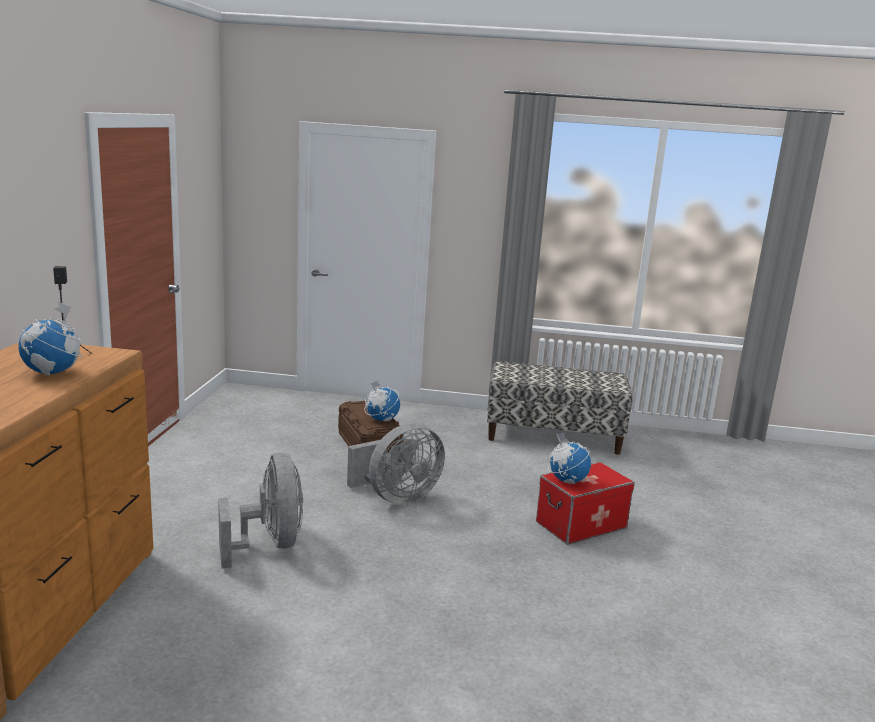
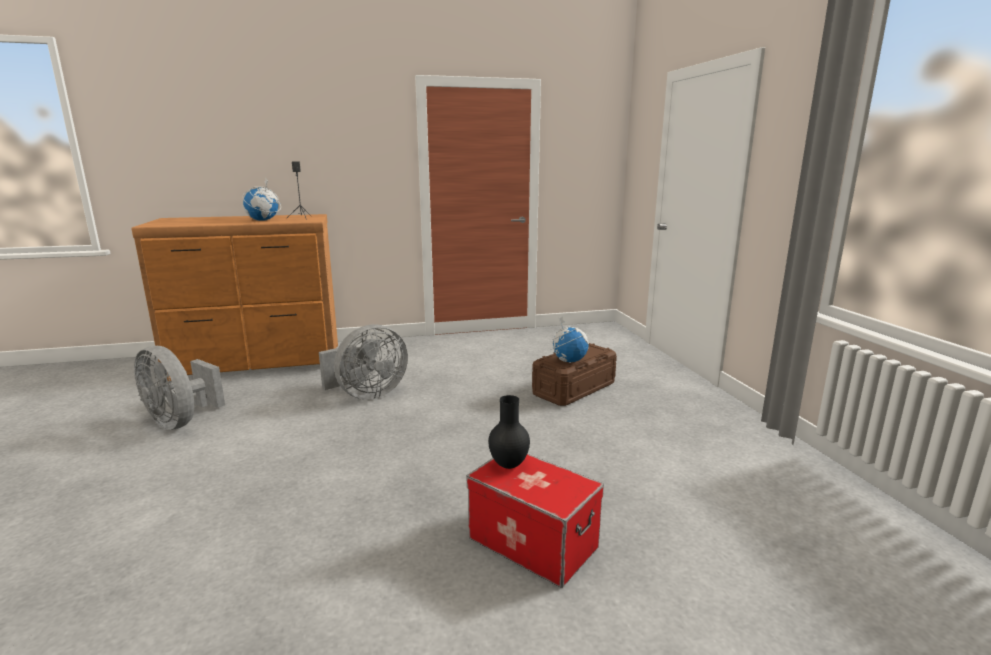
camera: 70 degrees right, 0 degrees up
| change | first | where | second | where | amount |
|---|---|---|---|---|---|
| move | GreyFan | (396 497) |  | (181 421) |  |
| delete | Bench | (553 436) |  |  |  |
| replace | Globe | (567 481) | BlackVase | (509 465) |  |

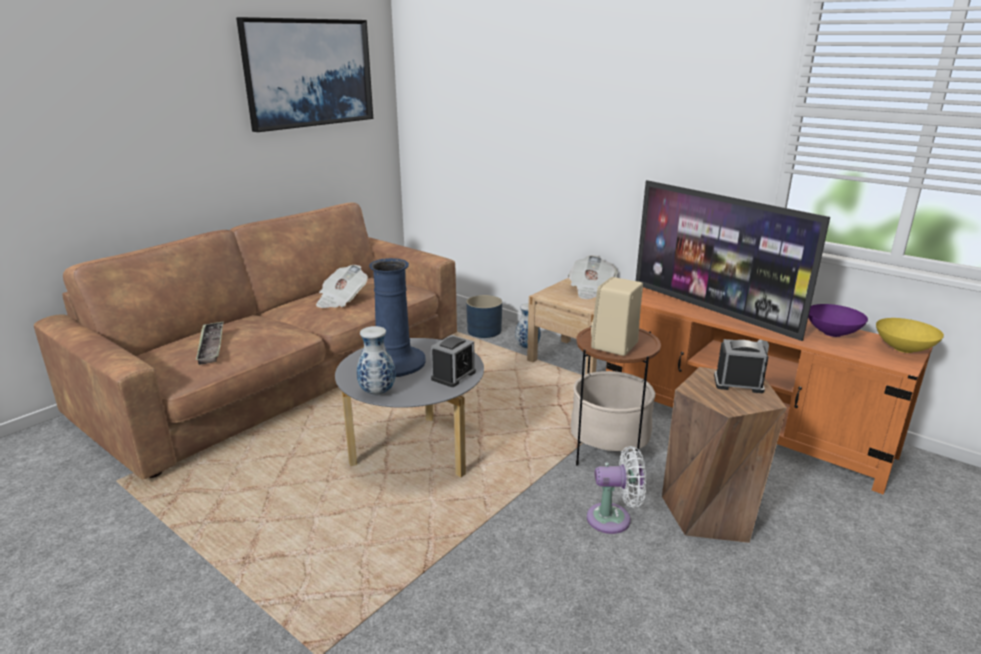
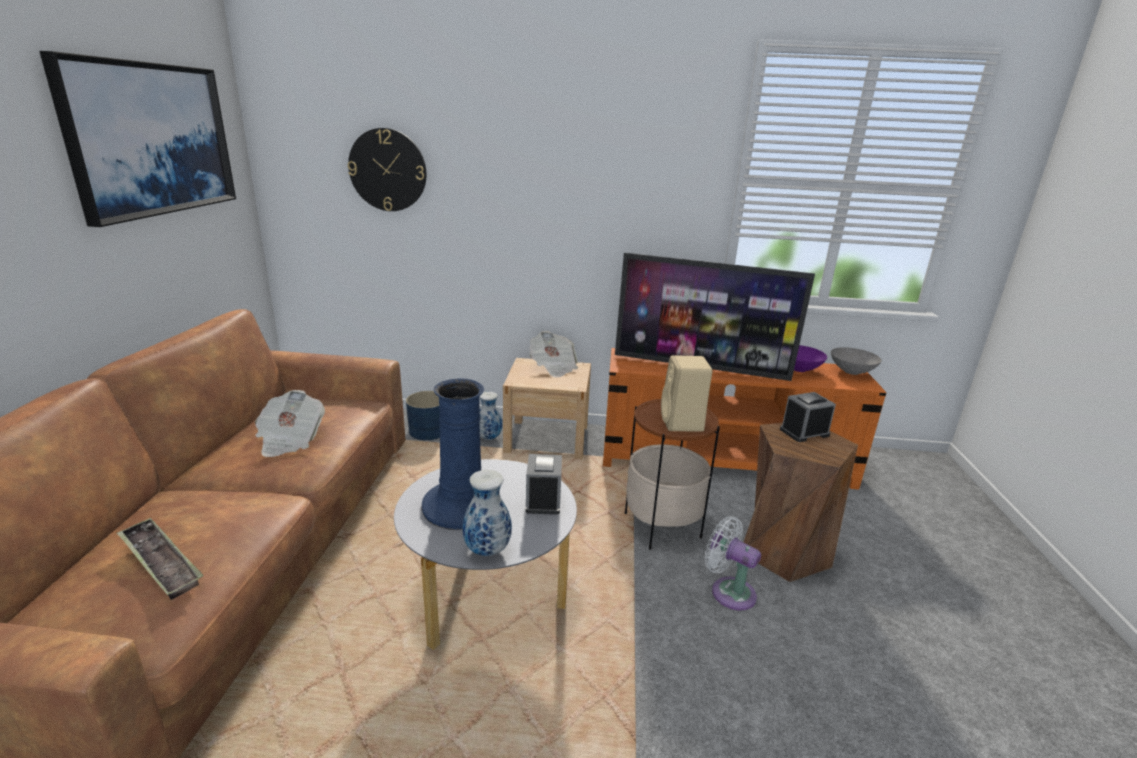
camera: 35 degrees left, 0 degrees up
| change | first | where | second | where | amount |
|---|---|---|---|---|---|
| rotate | WhiteFan | (614 519) |  | (729 591) | 105 degrees counterclockwise |
| recolor | YellowBowl | (904 349) | GreyBowl | (852 371) |  |
| insert |  |  | WallClock | (388 170) |  |

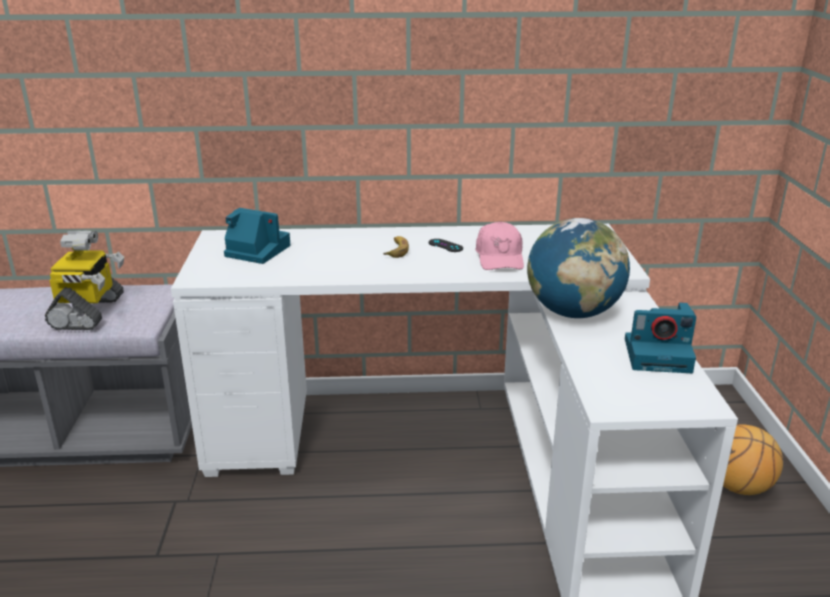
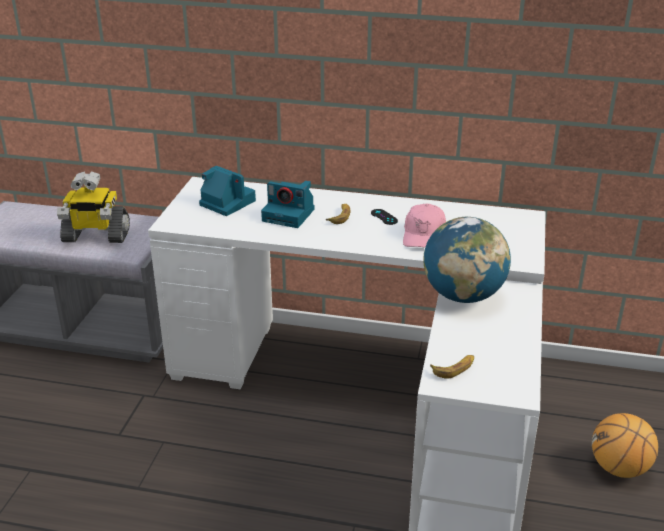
camera: 15 degrees right, 5 degrees up
| change | first | where | second | where | amount |
|---|---|---|---|---|---|
| rotate | ToyRobot | (89 312) |  | (95 236) | 75 degrees clockwise |
| move | PhotoCamera | (659 355) |  | (290 215) |  |
| insert |  |  | Banana | (454 368) |  |

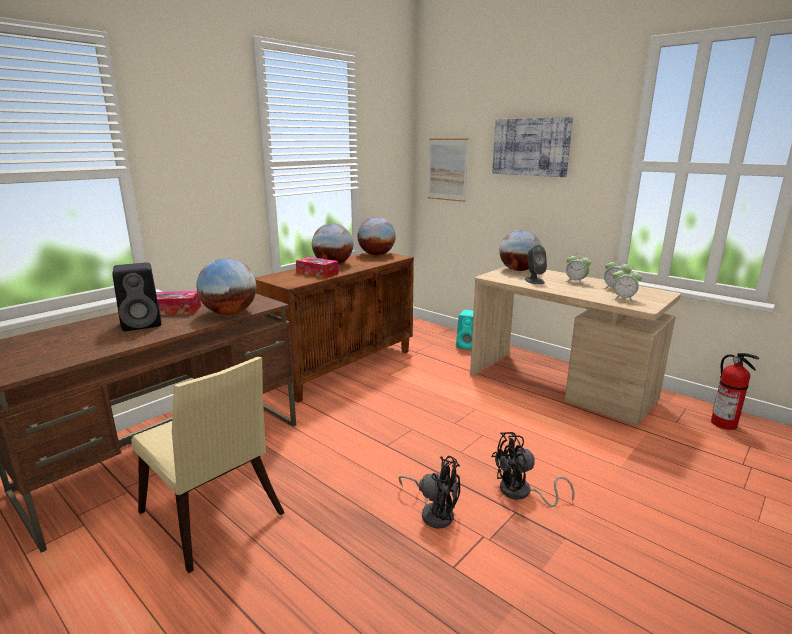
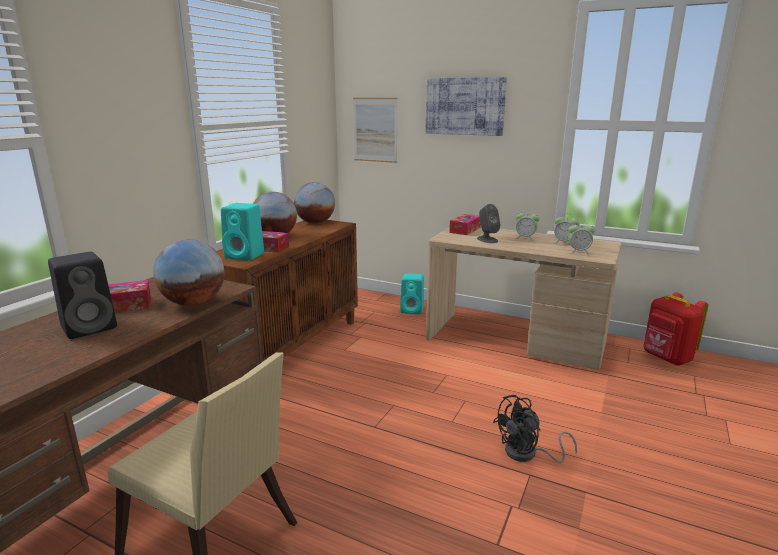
camera: 15 degrees left, 0 degrees up
| change | first | where | second | where | amount |
|---|---|---|---|---|---|
| delete | BlackFan | (434 512) |  |  |  |
| replace | Globe | (518 270) | TissueBox | (465 230) |  |
| replace | FireExtinguisher | (724 424) | RedBackpack | (666 358) |  |
| insert |  |  | TurquoiseSpeaker | (246 256) |  |

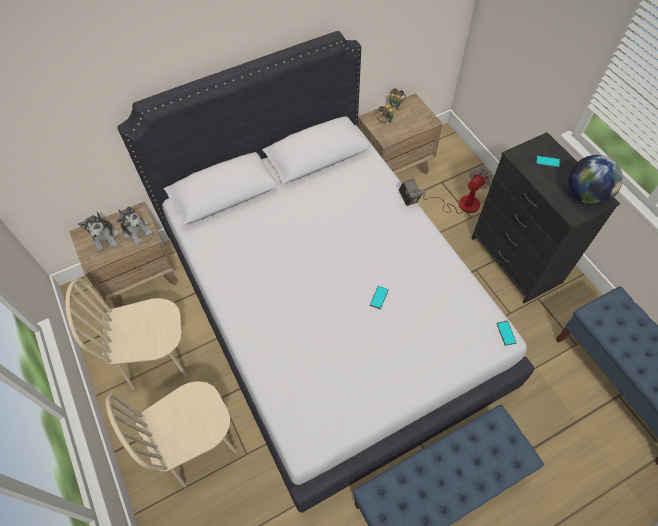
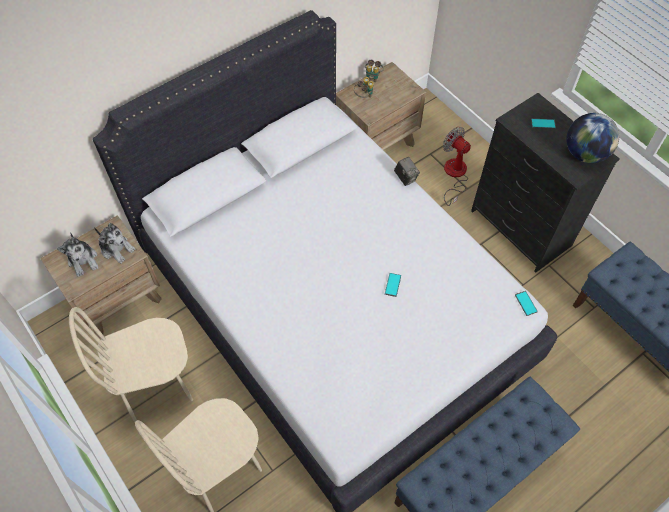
camera: 10 degrees left, 0 degrees up
| change | first | where | second | where | amount |
|---|---|---|---|---|---|
| rotate | Fan | (460 204) |  | (454 175) | 75 degrees counterclockwise |

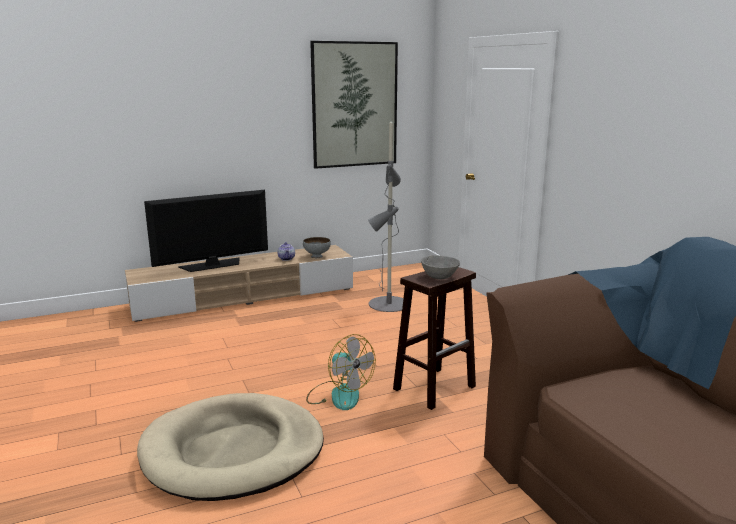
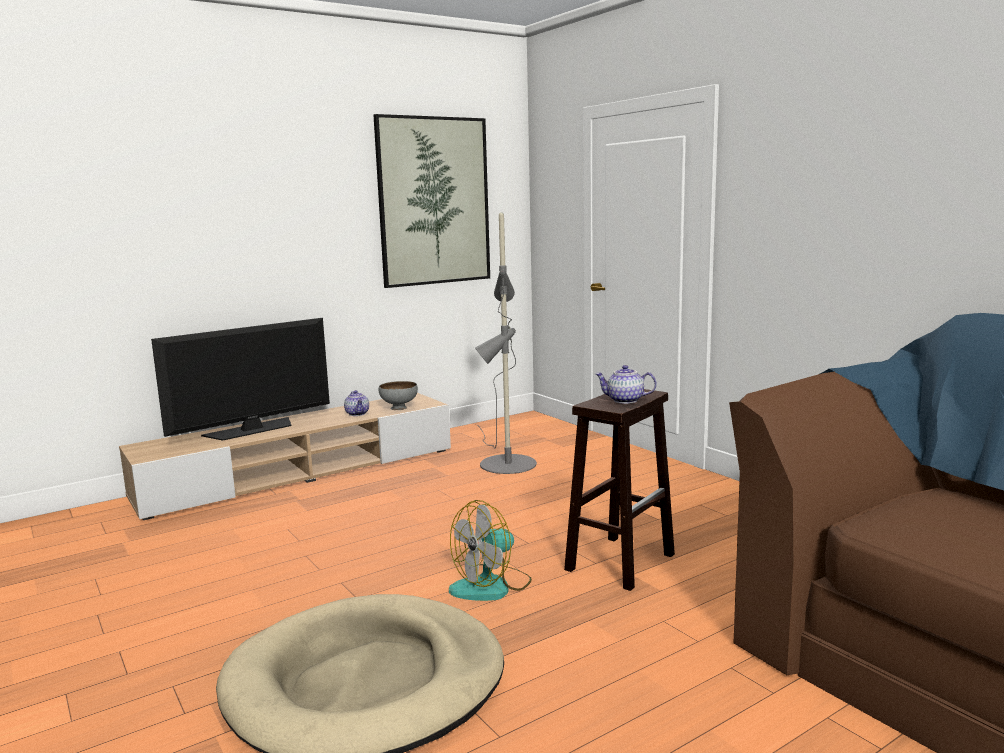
camera: 10 degrees left, 5 degrees down
| change | first | where | second | where | amount |
|---|---|---|---|---|---|
| rotate | Fan | (339 395) |  | (491 586) | 105 degrees clockwise |
| replace | GreyBowl | (439 277) | Teapot | (624 400) |  |

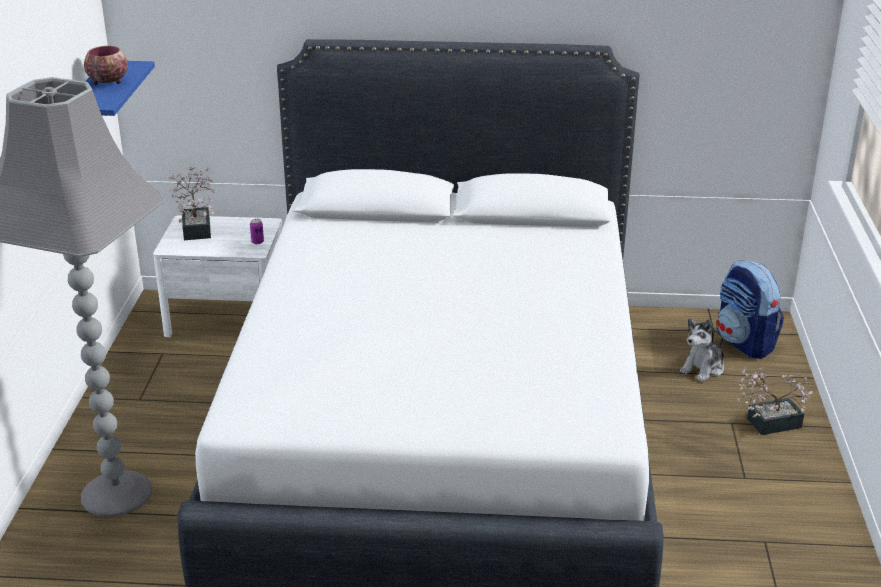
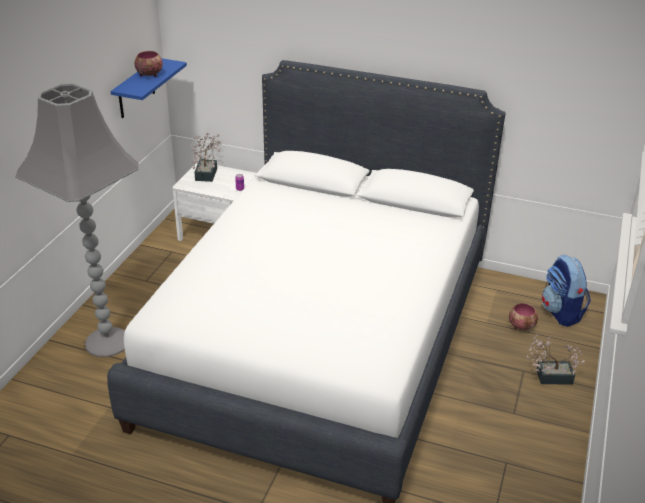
camera: 15 degrees right, 5 degrees up
| change | first | where | second | where | amount |
|---|---|---|---|---|---|
| replace | PlushToy | (703 369) | Bowl | (522 326) |  |

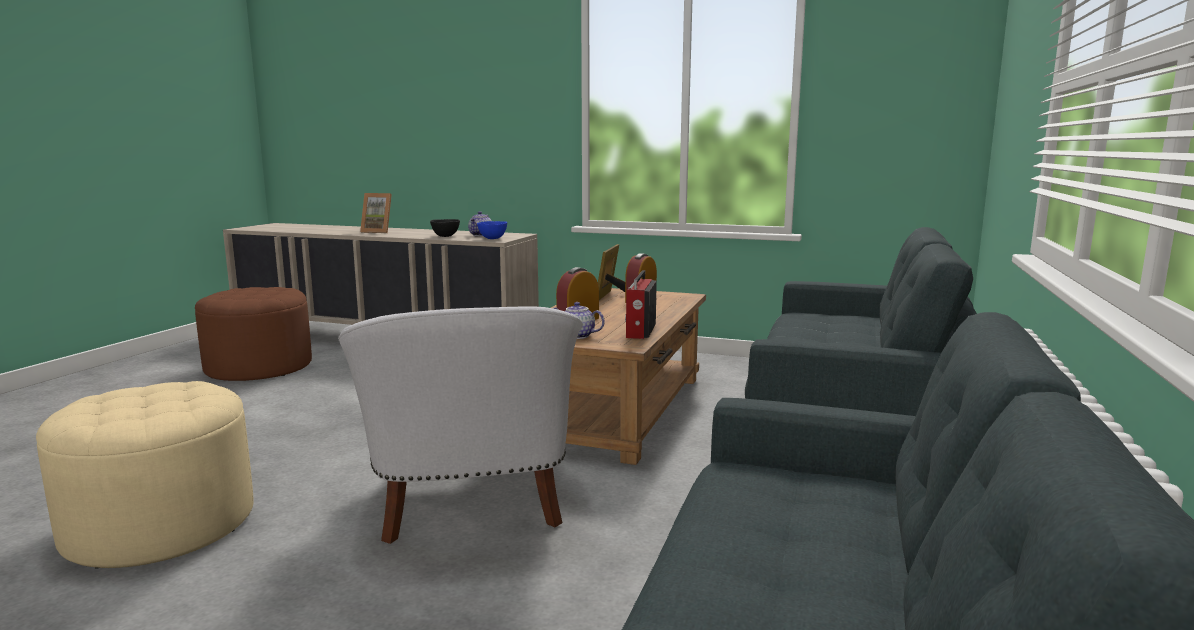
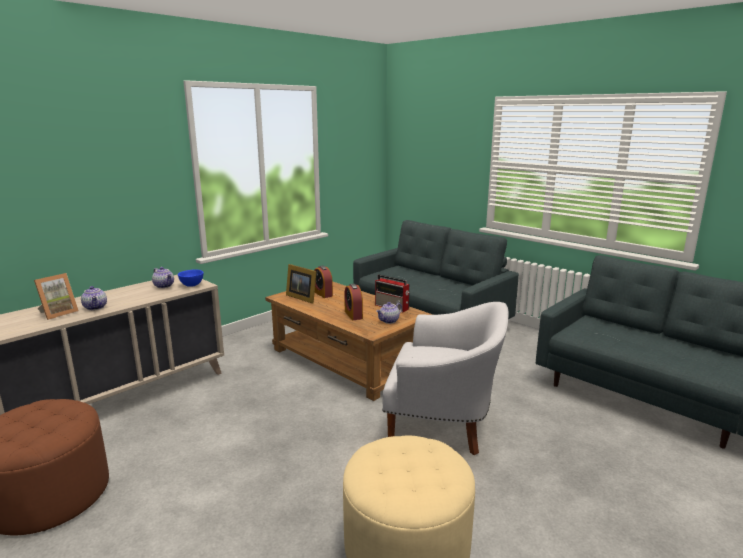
camera: 65 degrees left, 5 degrees up
| change | first | where | second | where | amount |
|---|---|---|---|---|---|
| delete | BlackBowl | (446 236) |  |  |  |
| insert |  |  | Teapot | (96 307) |  |

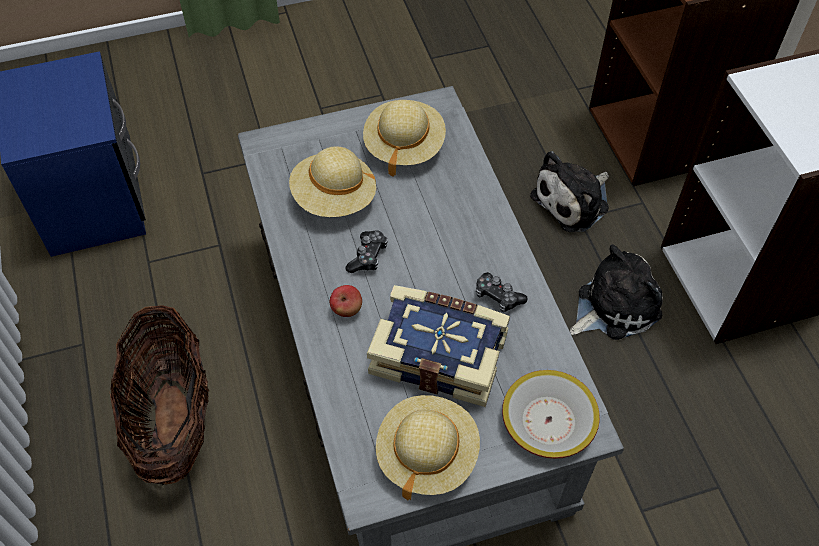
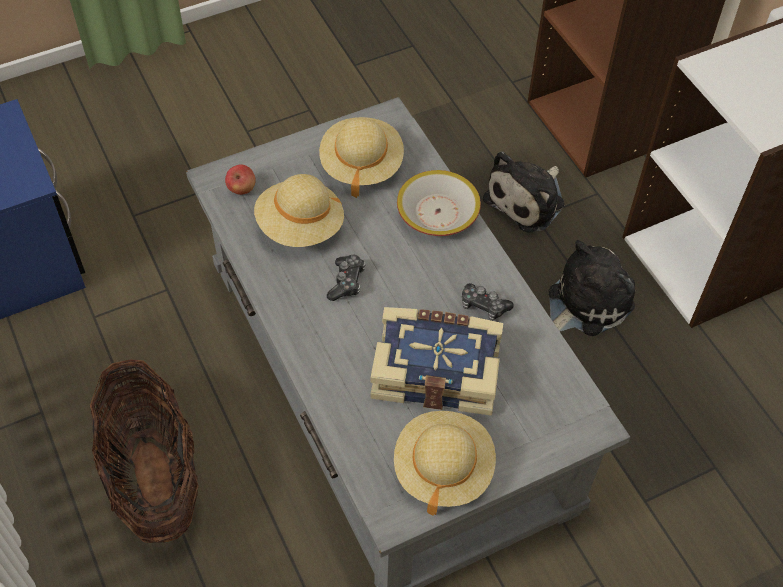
camera: 10 degrees left, 0 degrees up
| change | first | where | second | where | amount |
|---|---|---|---|---|---|
| move | Apple | (347 309) |  | (242 189) |  |
| move | Bowl | (548 420) |  | (438 212) |  |

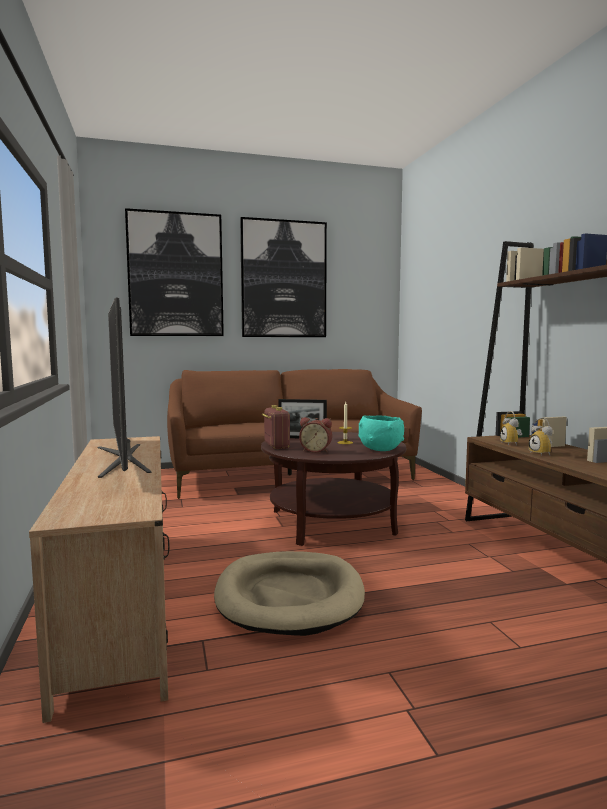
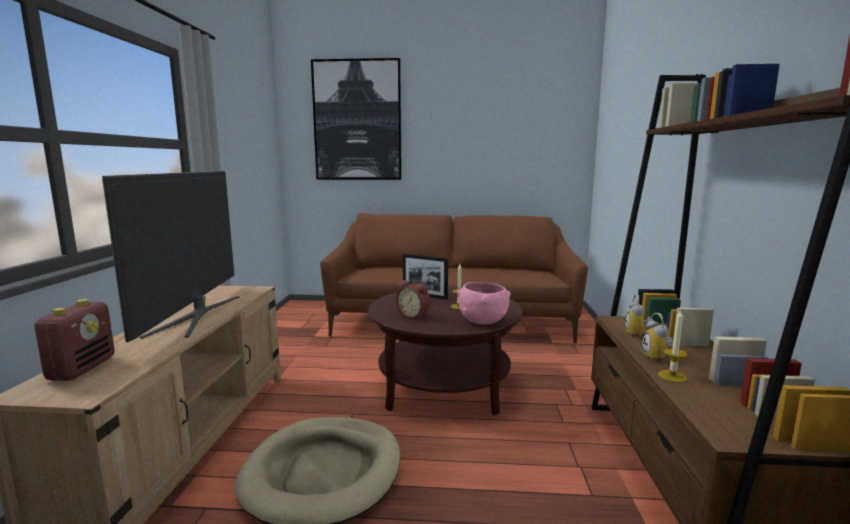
camera: 20 degrees right, 5 degrees up
| change | first | where | second | where | amount |
|---|---|---|---|---|---|
| delete | Picture | (284 279) |  |  |  |
| move | Radio | (276 446) |  | (82 369) |  |
| recolor | TurquoiseBowl | (380 449) | PinkBowl | (483 321) |  |
| insert |  |  | Candle | (672 376) |  |

